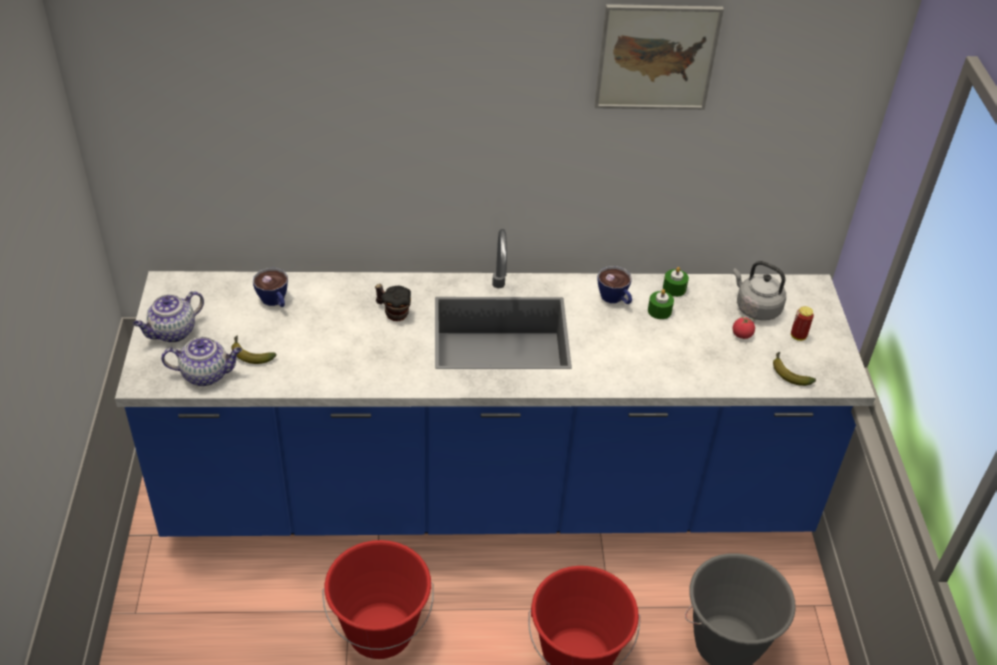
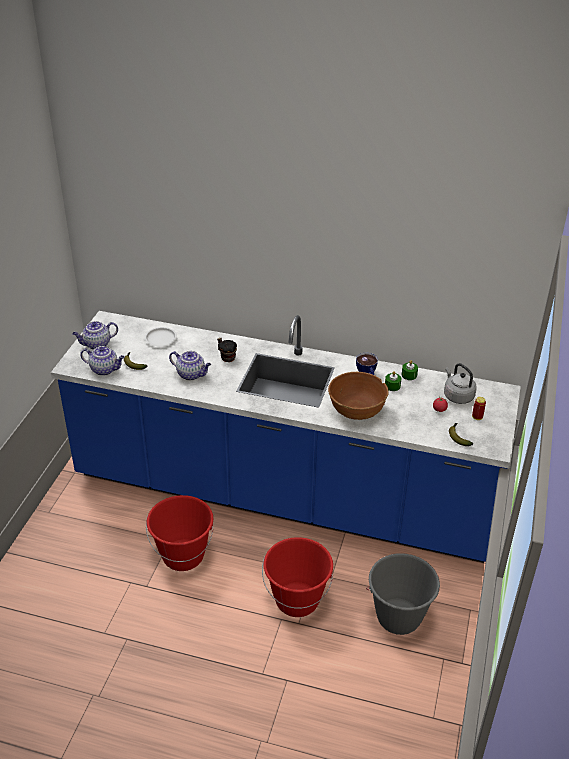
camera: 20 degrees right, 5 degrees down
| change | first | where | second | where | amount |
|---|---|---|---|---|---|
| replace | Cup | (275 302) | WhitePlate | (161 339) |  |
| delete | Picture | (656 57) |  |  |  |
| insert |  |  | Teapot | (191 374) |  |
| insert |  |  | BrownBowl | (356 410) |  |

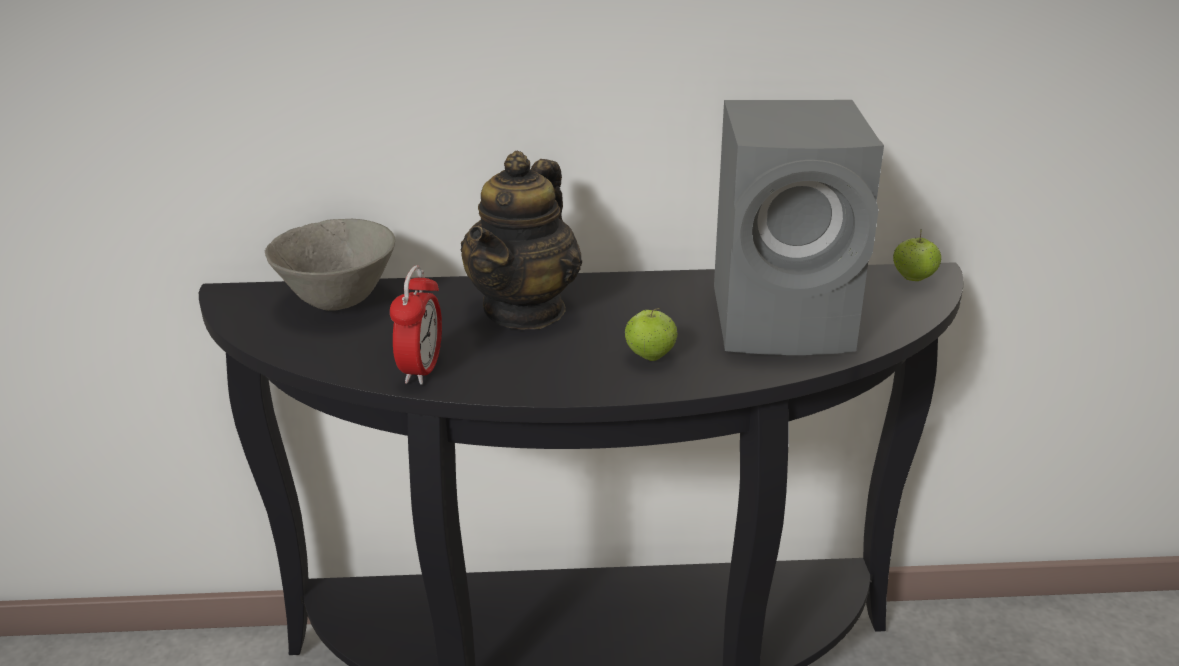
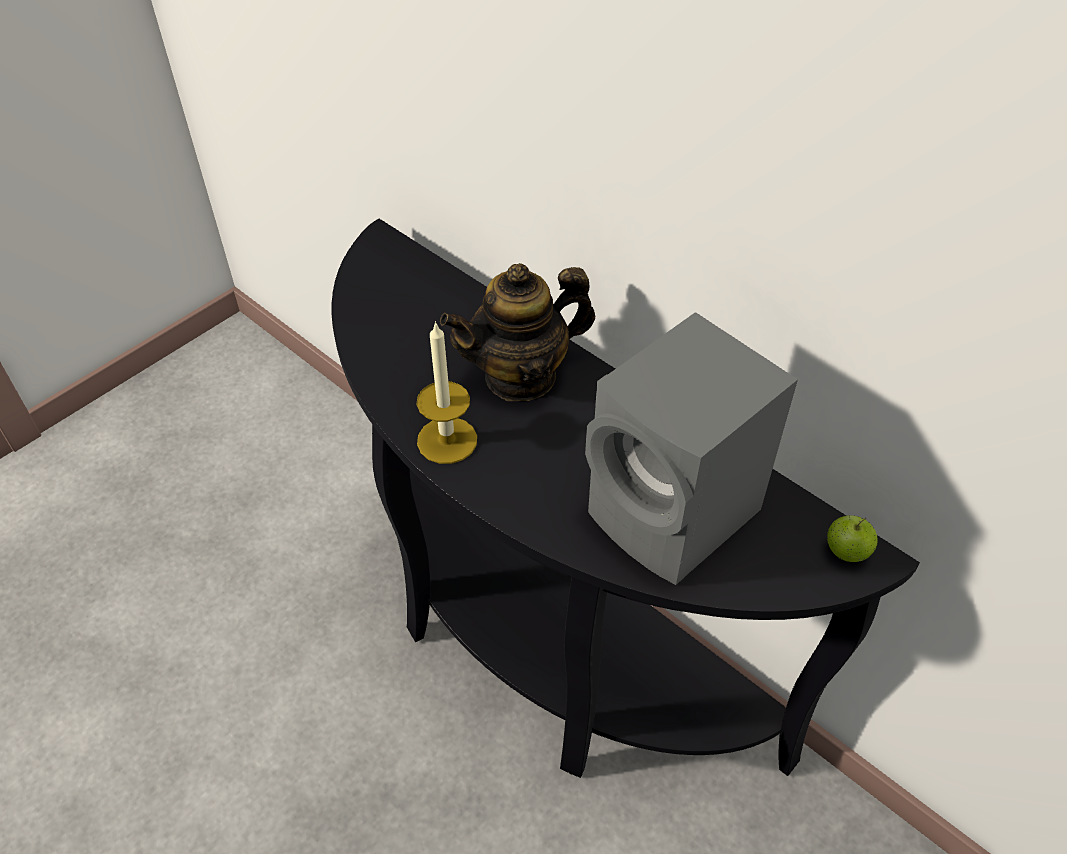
camera: 45 degrees right, 20 degrees up
| change | first | where | second | where | amount |
|---|---|---|---|---|---|
| delete | GreyBowl | (338 302) |  |  |  |
| delete | AlarmClock | (421 369) |  |  |  |
| delete | Apple | (650 356) |  |  |  |
| insert |  |  | Candle | (447 440) |  |

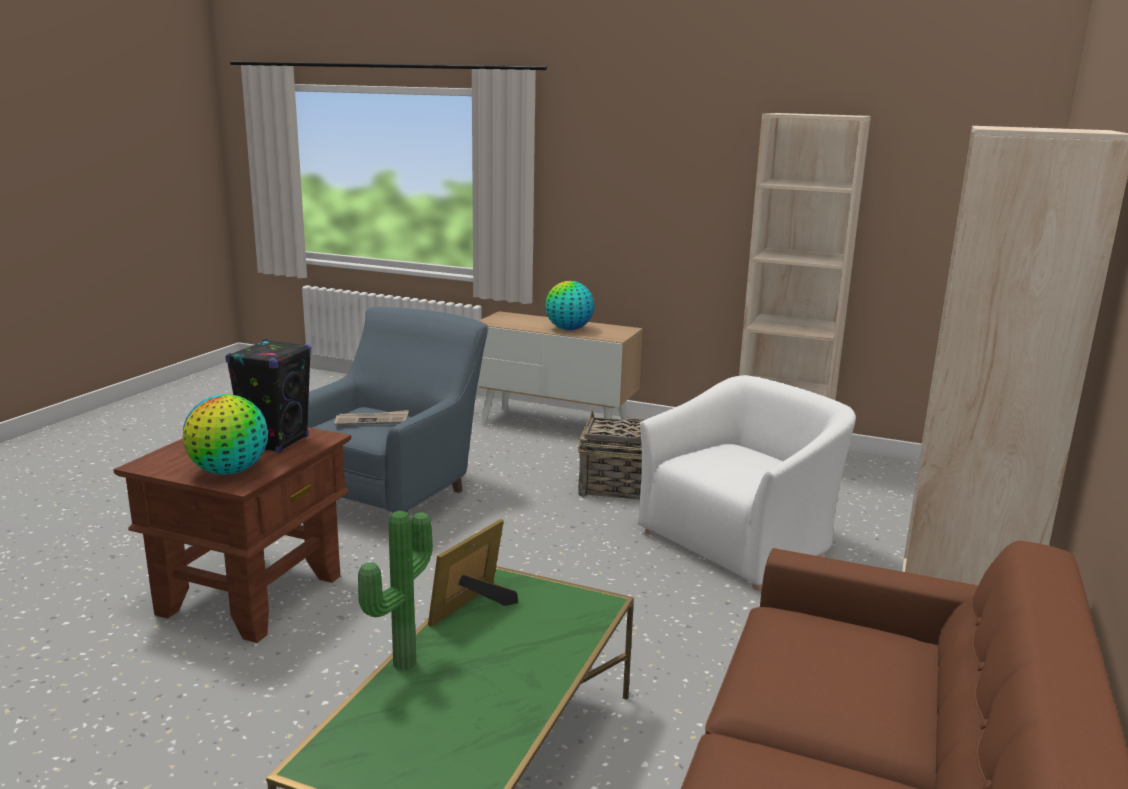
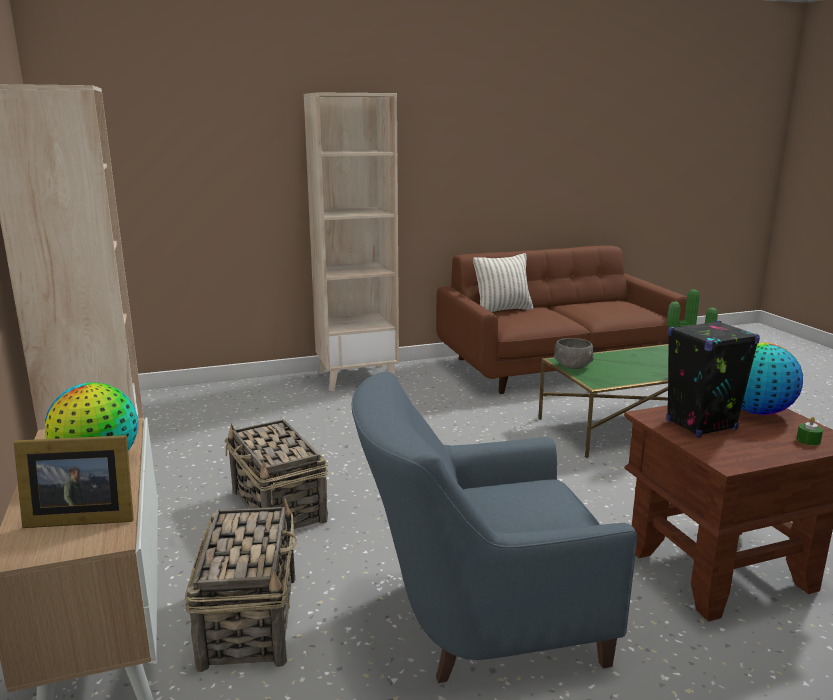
camera: 130 degrees left, 0 degrees up
| change | first | where | second | where | amount |
|---|---|---|---|---|---|
| delete | Newspaper | (372 420) |  |  |  |
| move | PictureFrame | (473 607) |  | (79 517) |  |
| delete | WhiteArmchair | (739 541) |  |  |  |
| insert |  |  | Basket | (250 619) |  |
| insert |  |  | Pillow | (502 310) |  |
| insert |  |  | GreyBowl | (572 366) |  |
| insert |  |  | GreenCandle | (808 440) |  |

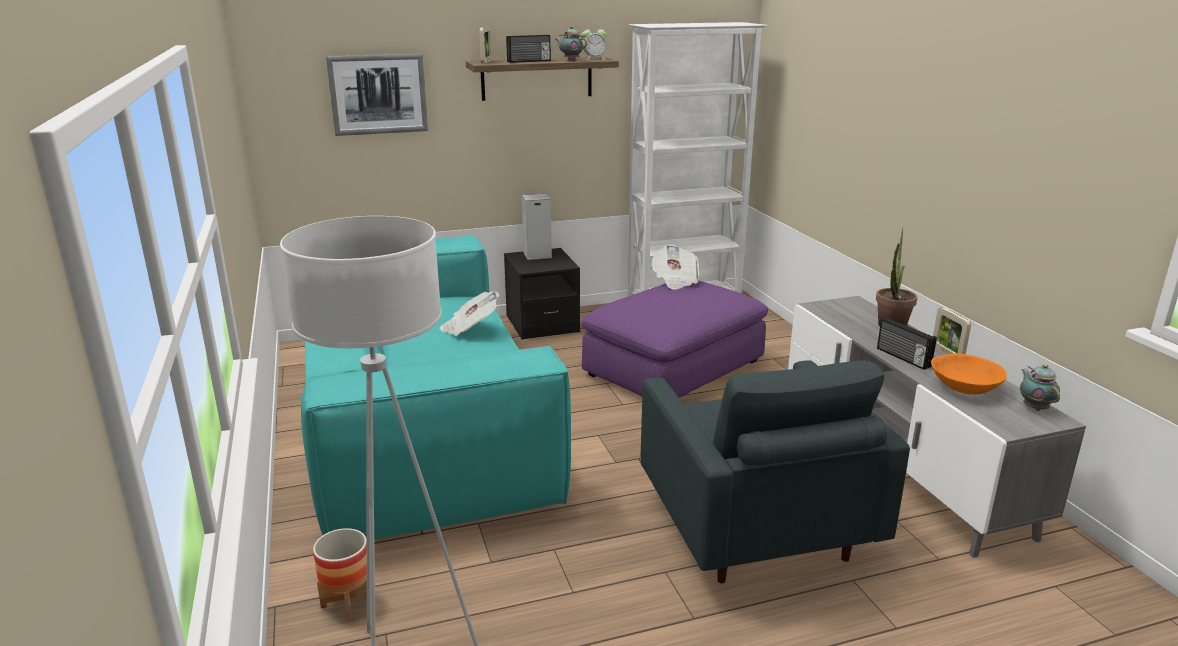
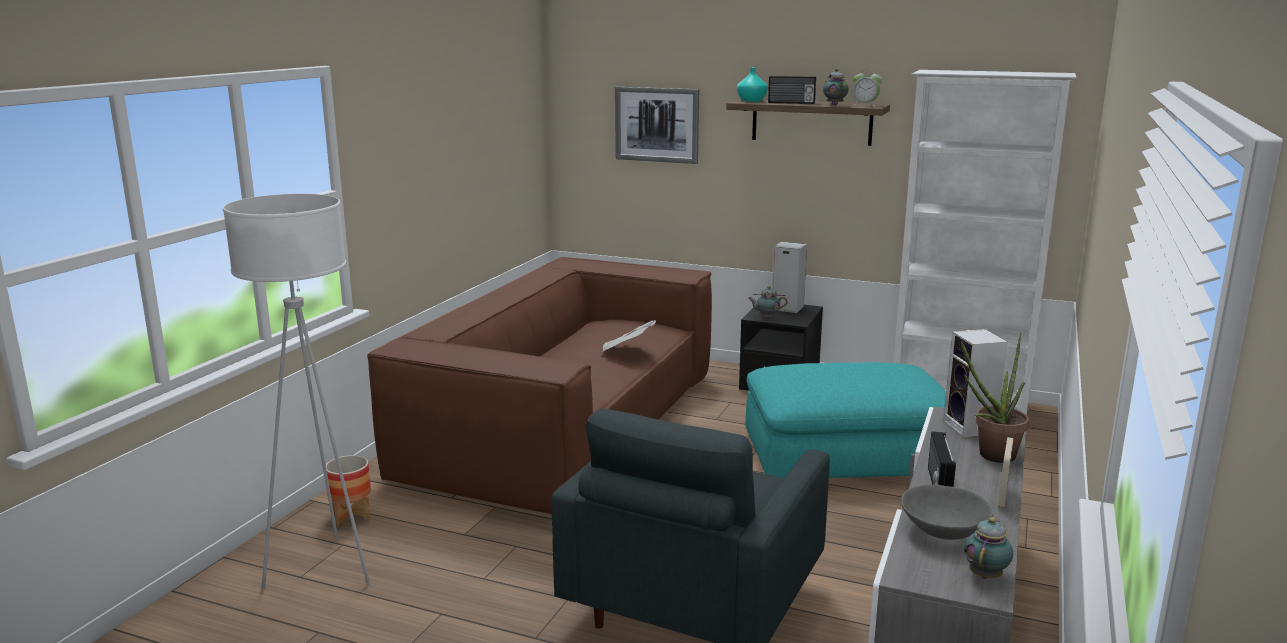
camera: 40 degrees right, 5 degrees down
| change | first | where | second | where | amount |
|---|---|---|---|---|---|
| recolor | TurquoiseSofa | (422 421) | BrownSofa | (565 425) |  |
| replace | PictureFrame | (486 62) | TurquoiseVase | (751 100) |  |
| recolor | PurpleOttoman | (674 368) | TurquoiseOttoman | (845 457) |  |
| delete | Newspaper | (675 280) |  |  |  |
| recolor | OrangeBowl | (964 388) | GreyBowl | (943 530) |  |
| insert |  |  | Teapot | (766 318) |  |
| insert |  |  | Speaker | (971 428) |  |

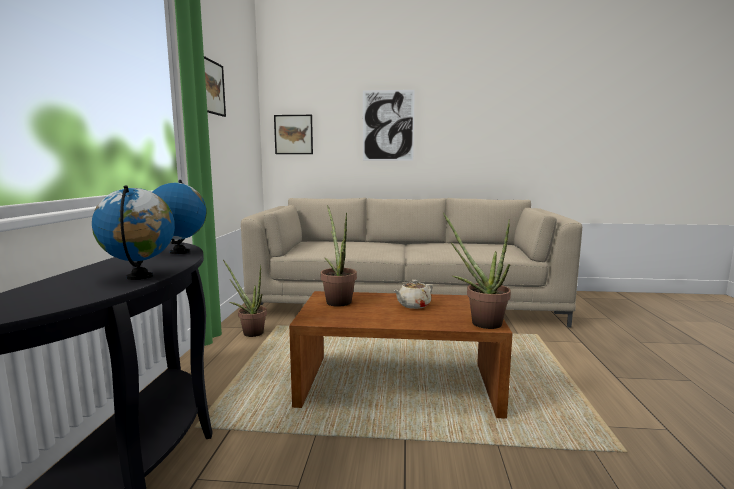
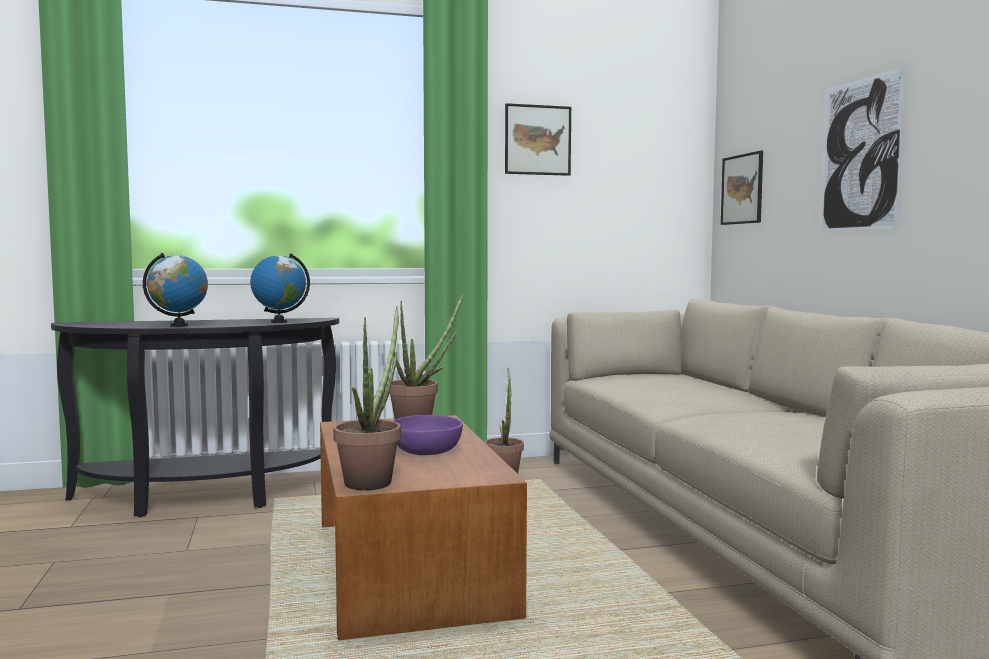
camera: 70 degrees right, 5 degrees down
| change | first | where | second | where | amount |
|---|---|---|---|---|---|
| replace | BeigeTeapot | (413 305) | PurpleBowl | (427 451) |  |

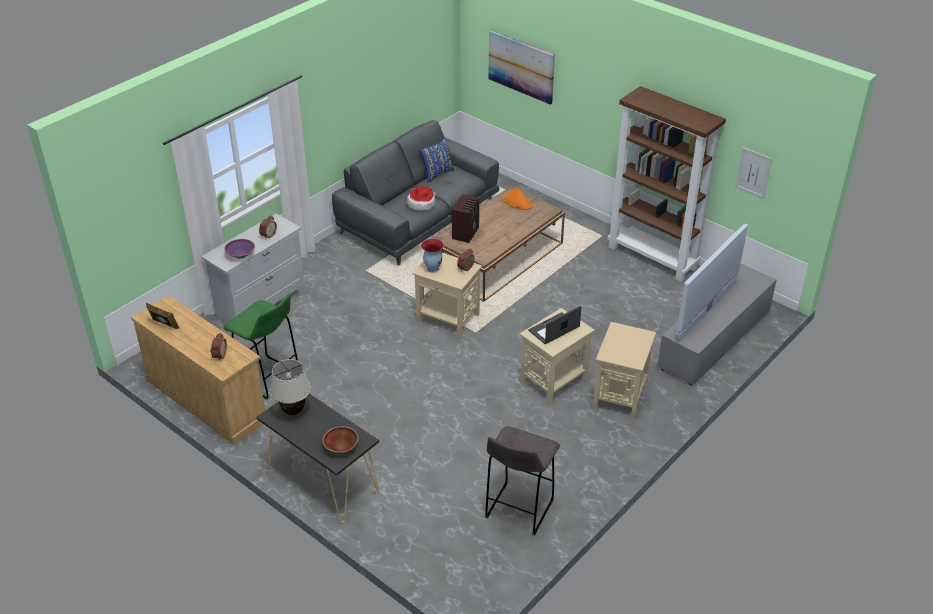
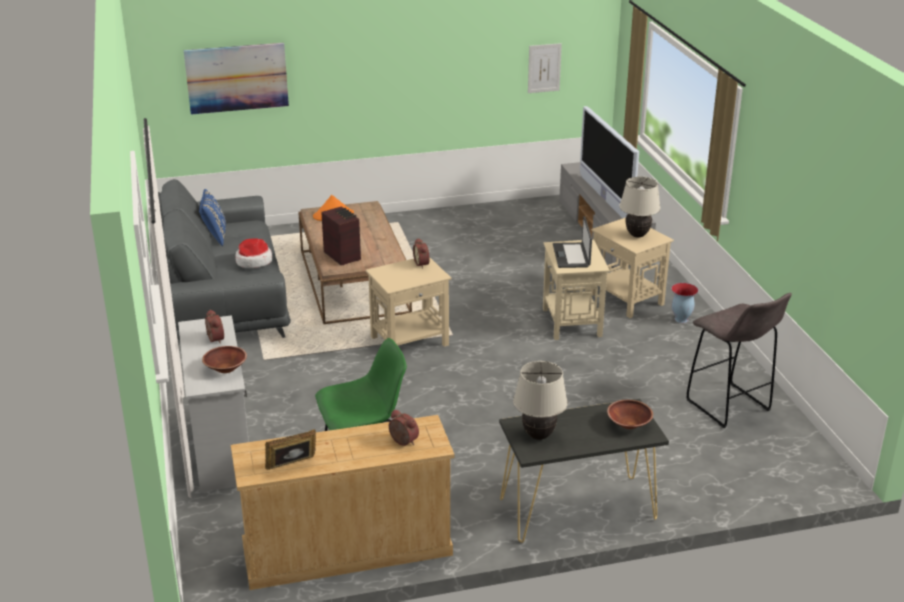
camera: 55 degrees left, 10 degrees down
| change | first | where | second | where | amount |
|---|---|---|---|---|---|
| recolor | PurpleBowl | (240 255) | BrownBowl | (225 368) |  |
| move | Vase | (432 269) |  | (680 319) |  |
| delete | BrownBookcase | (653 257) |  |  |  |
| insert |  |  | BeigeTableLamp | (637 235) |  |

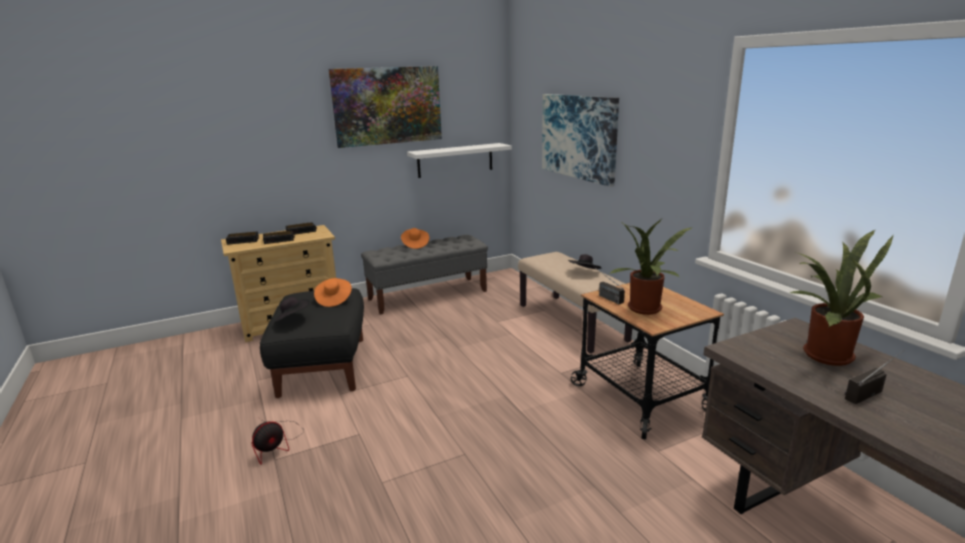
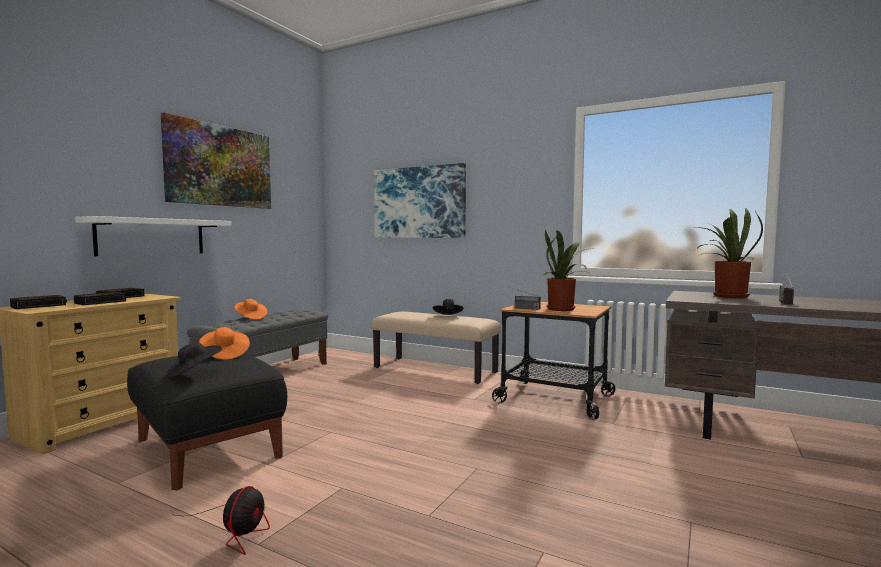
camera: 35 degrees left, 15 degrees down
| change | first | where | second | where | amount |
|---|---|---|---|---|---|
| move | WhiteShelf | (455 160) |  | (152 237) |  |

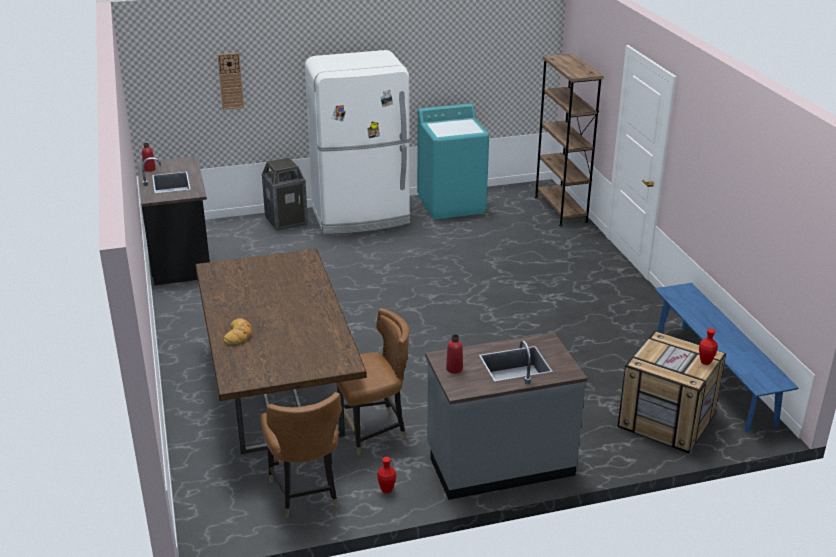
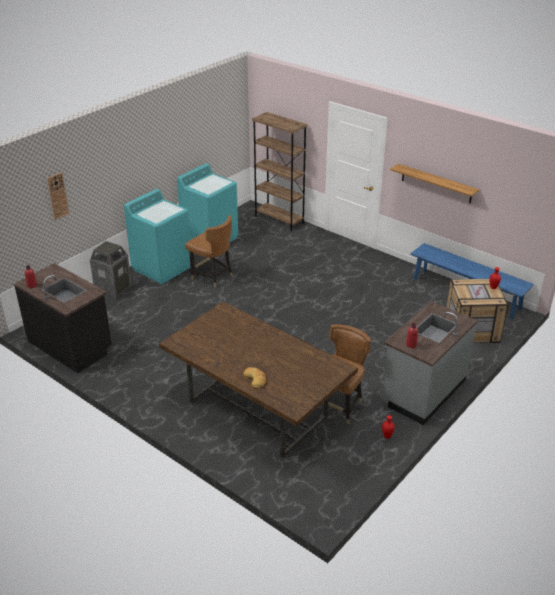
camera: 35 degrees left, 5 degrees up
| change | first | where | second | where | amount |
|---|---|---|---|---|---|
| move | BrownChair | (305 493) |  | (212 277) |  |
| replace | WhiteFridge | (361 217) | TurquoiseWashingMachine | (162 268) |  |
| insert |  |  | Shelf | (436 183) |  |

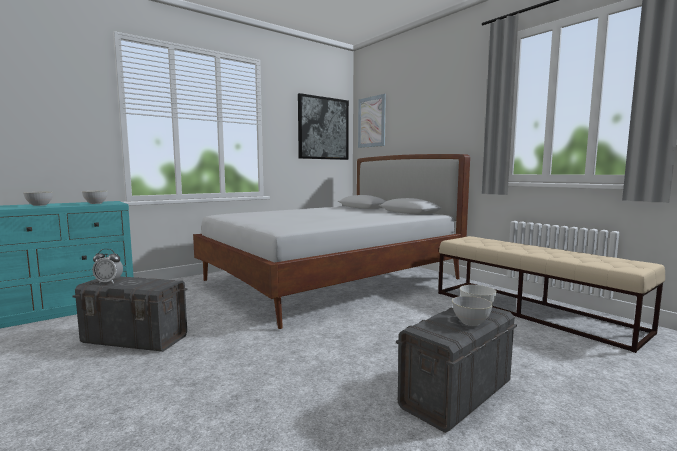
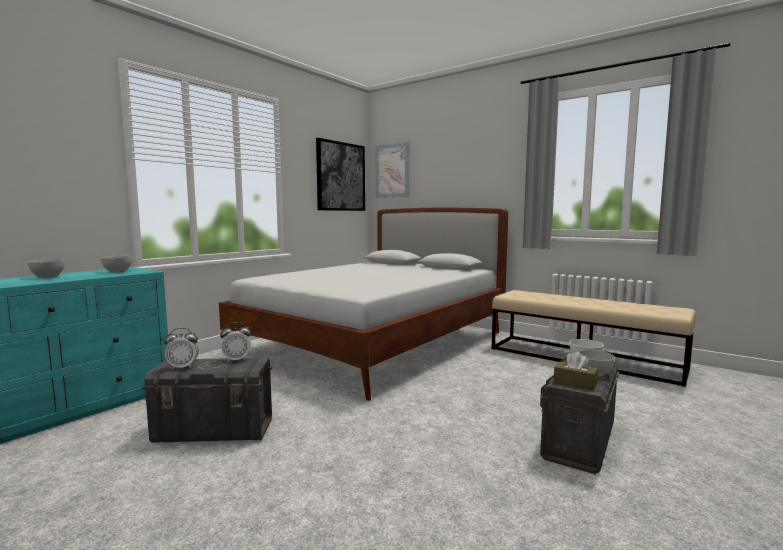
camera: 15 degrees left, 0 degrees up
| change | first | where | second | where | amount |
|---|---|---|---|---|---|
| insert |  |  | AlarmClock | (237 360) |  |
| insert |  |  | BrownTissueBox | (575 383) |  |

